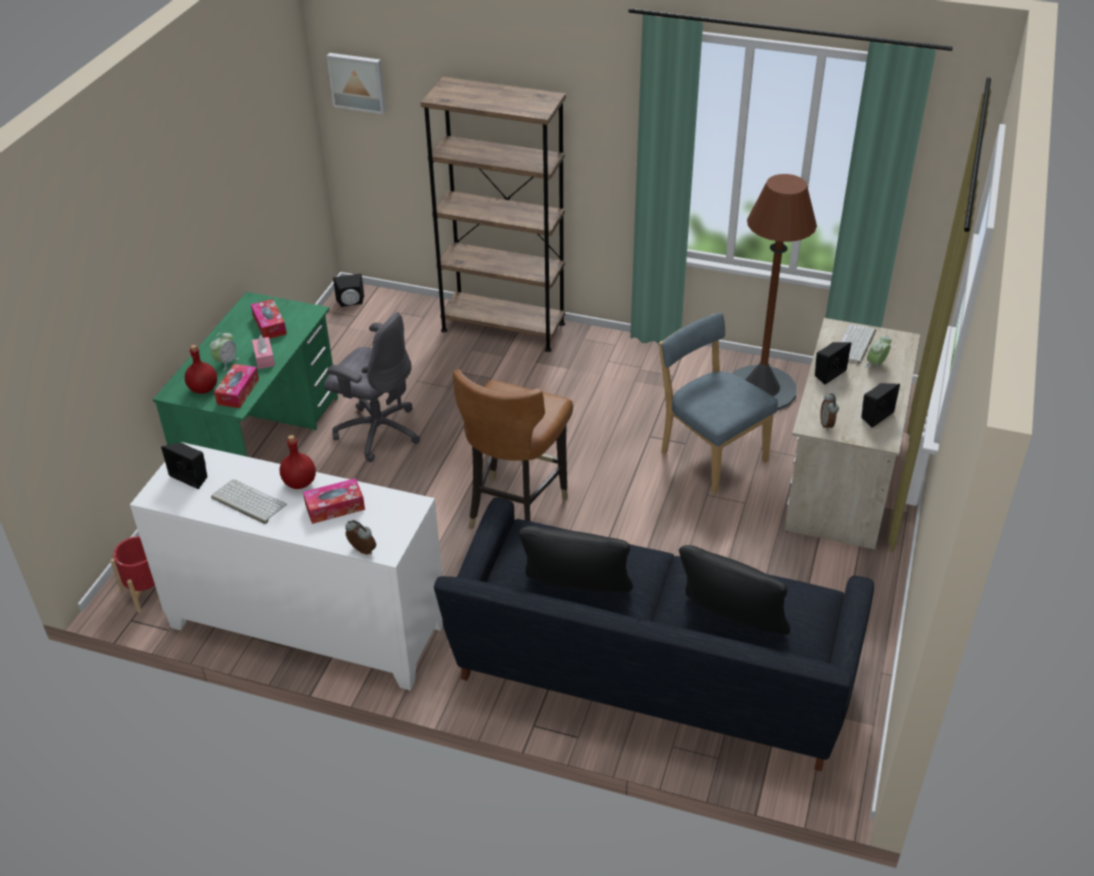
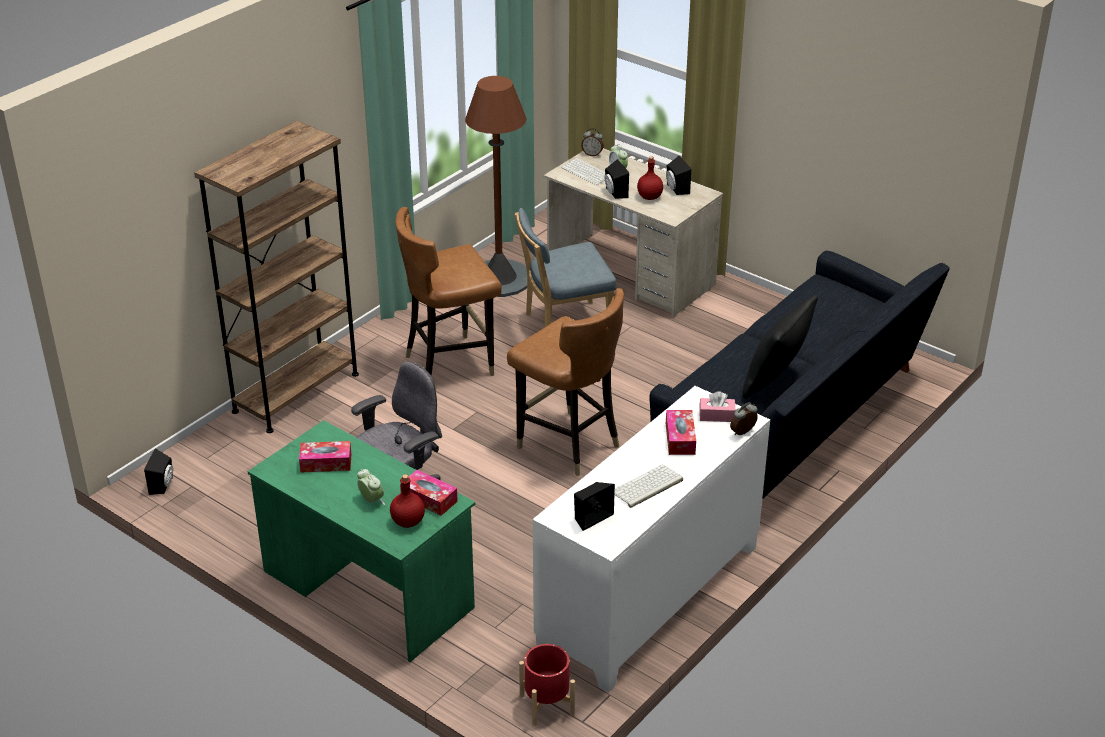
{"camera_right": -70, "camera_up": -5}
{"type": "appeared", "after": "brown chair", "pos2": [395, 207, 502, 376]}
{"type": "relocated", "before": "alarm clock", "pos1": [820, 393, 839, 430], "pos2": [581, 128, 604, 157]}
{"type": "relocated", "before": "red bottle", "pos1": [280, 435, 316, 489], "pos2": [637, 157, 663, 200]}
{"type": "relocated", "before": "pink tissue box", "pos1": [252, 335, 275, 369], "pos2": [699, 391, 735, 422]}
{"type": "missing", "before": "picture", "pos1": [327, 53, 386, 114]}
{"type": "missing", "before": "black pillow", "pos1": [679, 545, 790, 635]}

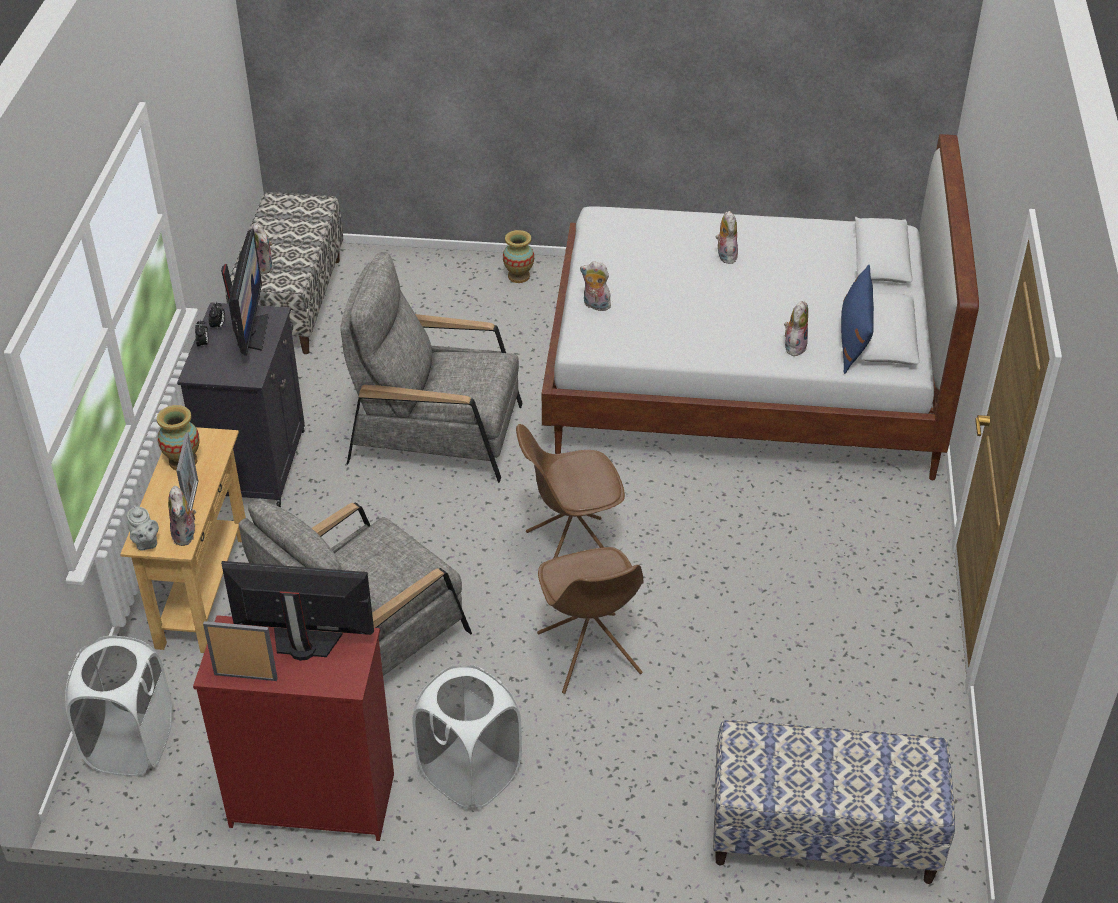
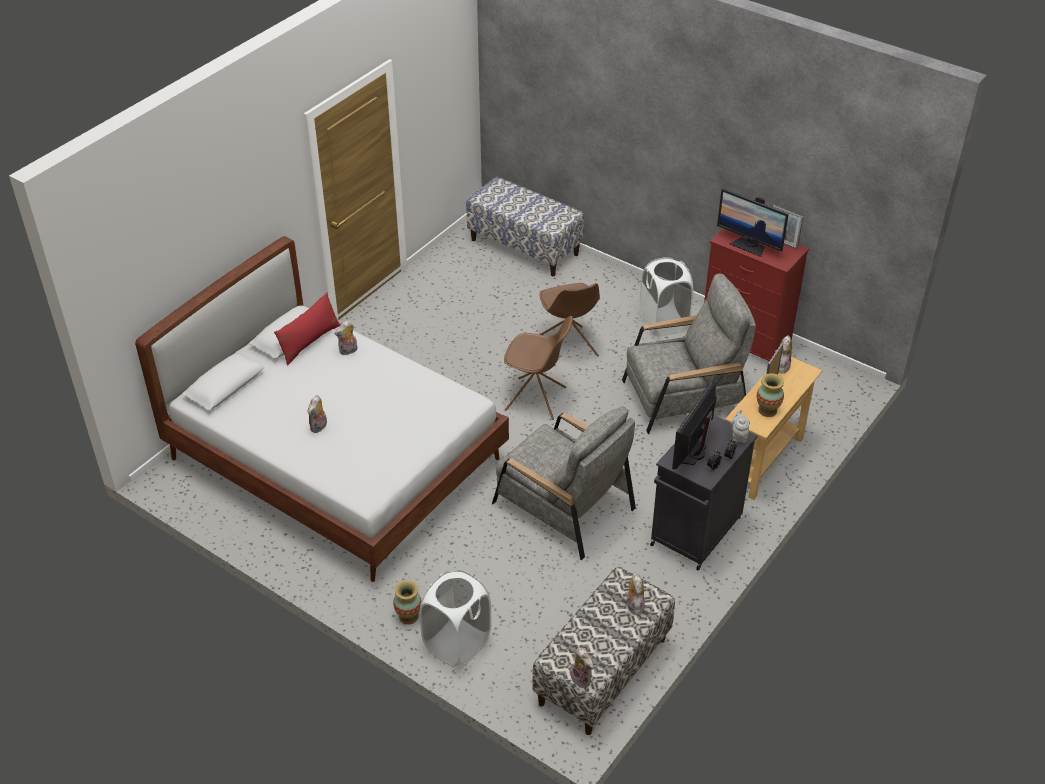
{"camera_right": -150, "camera_up": 0}
{"type": "colour", "before": "blue pillow", "after": "red pillow", "pos1": [841, 265, 874, 374], "pos2": [274, 292, 341, 366]}
{"type": "relocated", "before": "white laundry basket", "pos1": [65, 636, 172, 776], "pos2": [420, 570, 492, 667]}
{"type": "spun", "before": "brown chair", "pos1": [537, 547, 644, 694], "pos2": [539, 283, 600, 366], "turn": 150}
{"type": "relocated", "before": "plush toy", "pos1": [580, 261, 611, 311], "pos2": [571, 647, 594, 688]}
{"type": "relocated", "before": "grey teapot", "pos1": [127, 505, 159, 551], "pos2": [730, 409, 750, 443]}

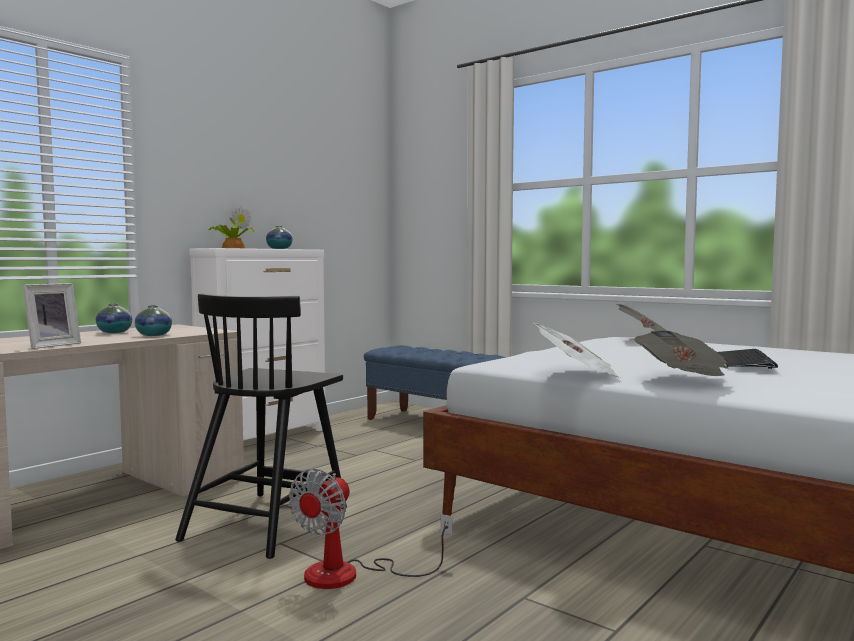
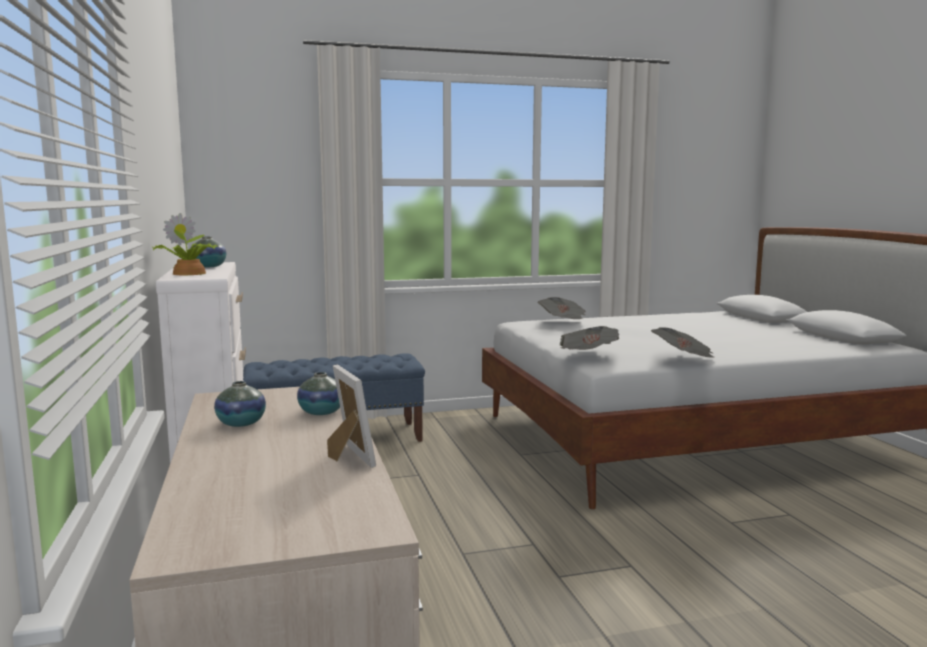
{"camera_right": -55, "camera_up": 5}
{"type": "relocated", "before": "newspaper", "pos1": [634, 330, 728, 376], "pos2": [560, 326, 619, 350]}
{"type": "missing", "before": "black chair", "pos1": [175, 294, 347, 559]}
{"type": "missing", "before": "fan", "pos1": [289, 468, 453, 589]}
{"type": "missing", "before": "keyboard", "pos1": [717, 349, 778, 369]}

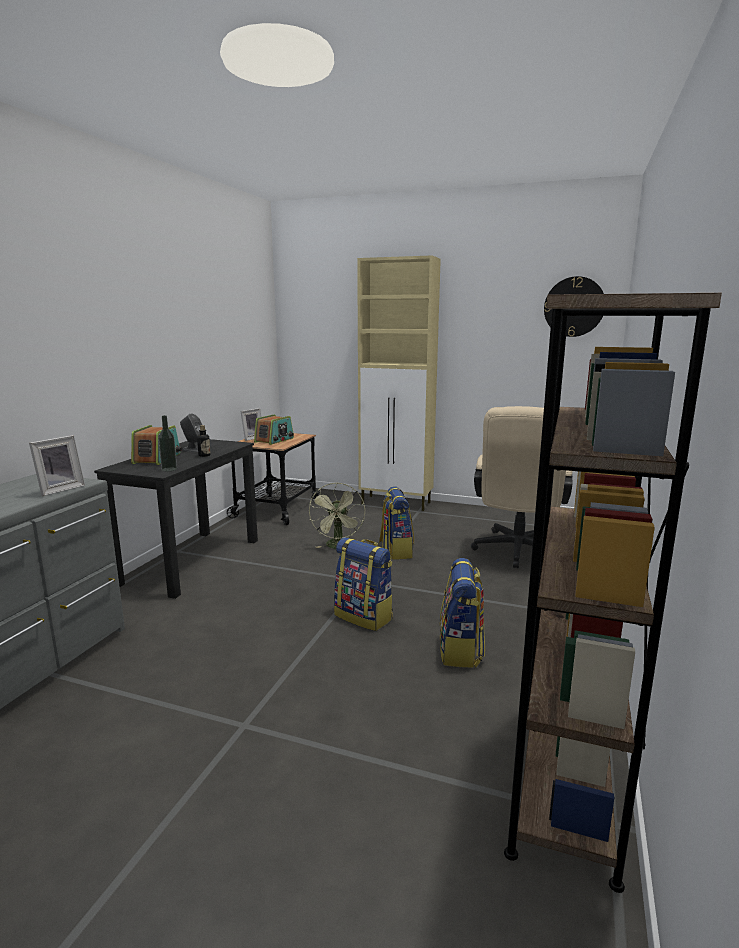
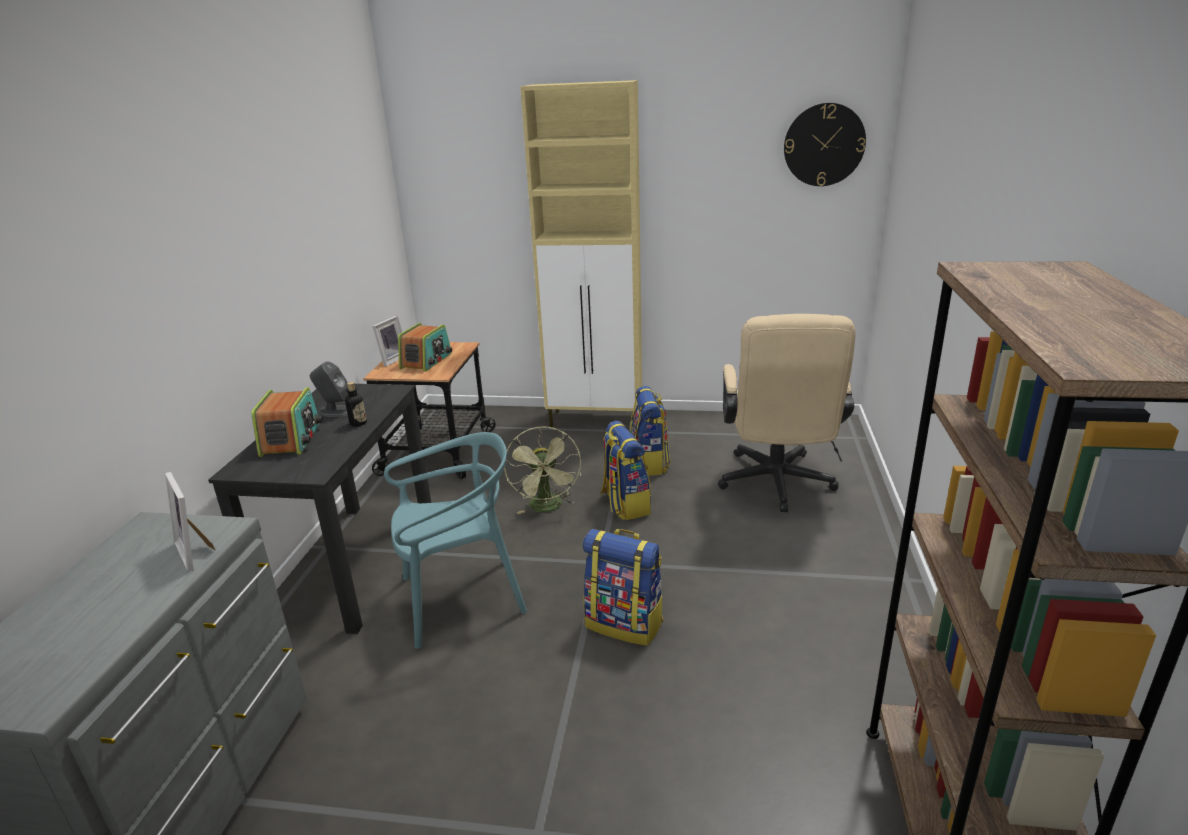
{"camera_right": -10, "camera_up": 10}
{"type": "spun", "before": "picture frame", "pos1": [29, 435, 85, 496], "pos2": [165, 472, 215, 571], "turn": 120}
{"type": "appeared", "after": "turquoise chair", "pos2": [384, 432, 527, 649]}
{"type": "relocated", "before": "backpack", "pos1": [440, 558, 485, 668], "pos2": [630, 386, 670, 476]}
{"type": "missing", "before": "bottle", "pos1": [158, 415, 177, 471]}

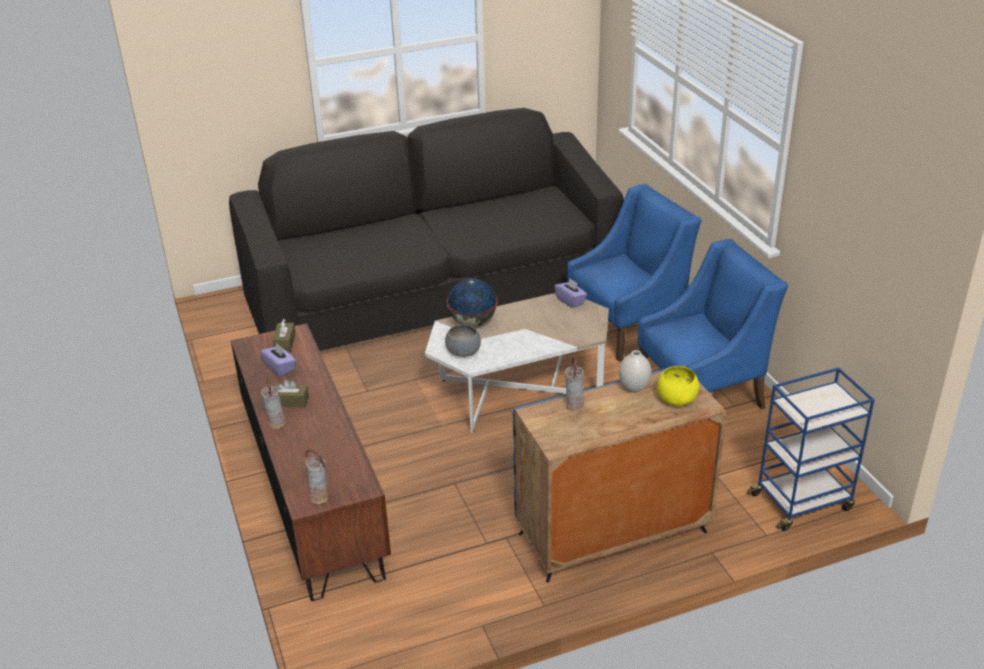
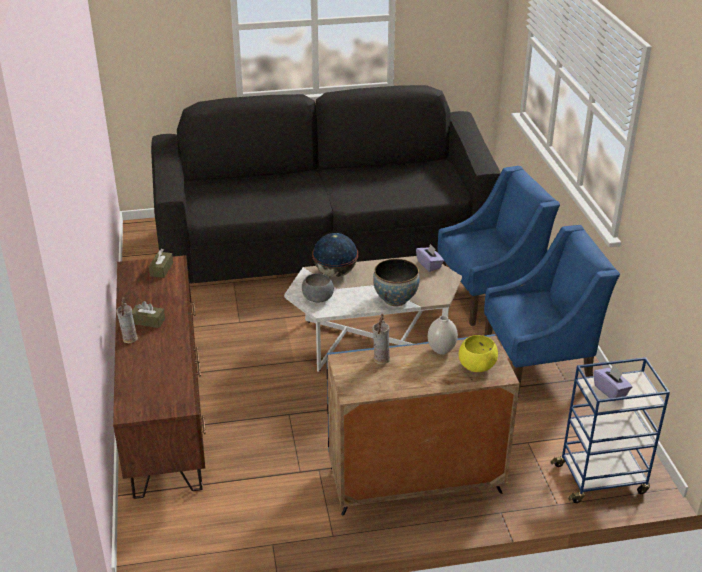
{"camera_right": 10, "camera_up": 0}
{"type": "appeared", "after": "bowl", "pos2": [373, 259, 420, 306]}
{"type": "relocated", "before": "purple tissue box", "pos1": [260, 342, 296, 377], "pos2": [594, 365, 632, 398]}
{"type": "missing", "before": "vase", "pos1": [305, 449, 329, 504]}

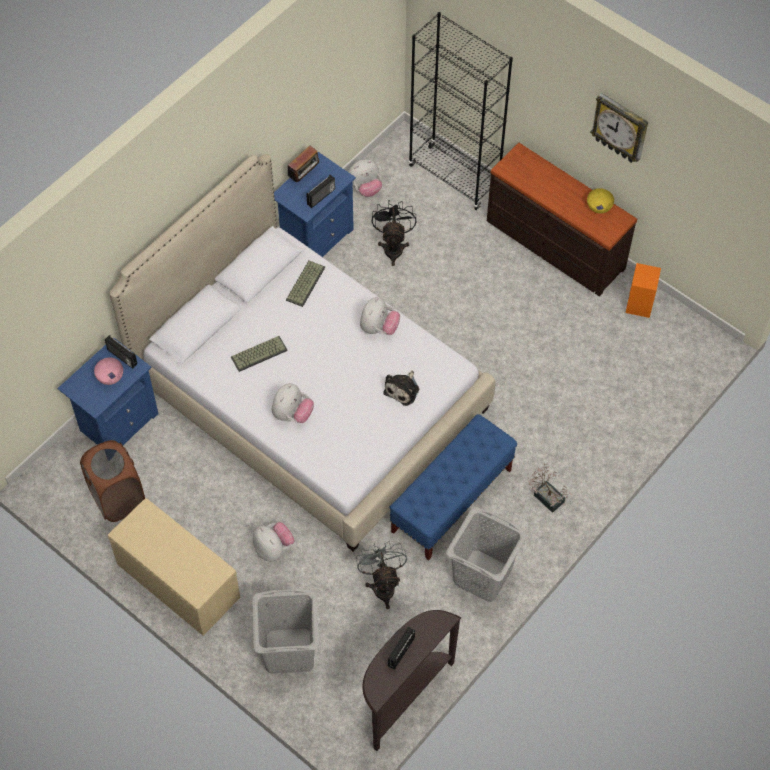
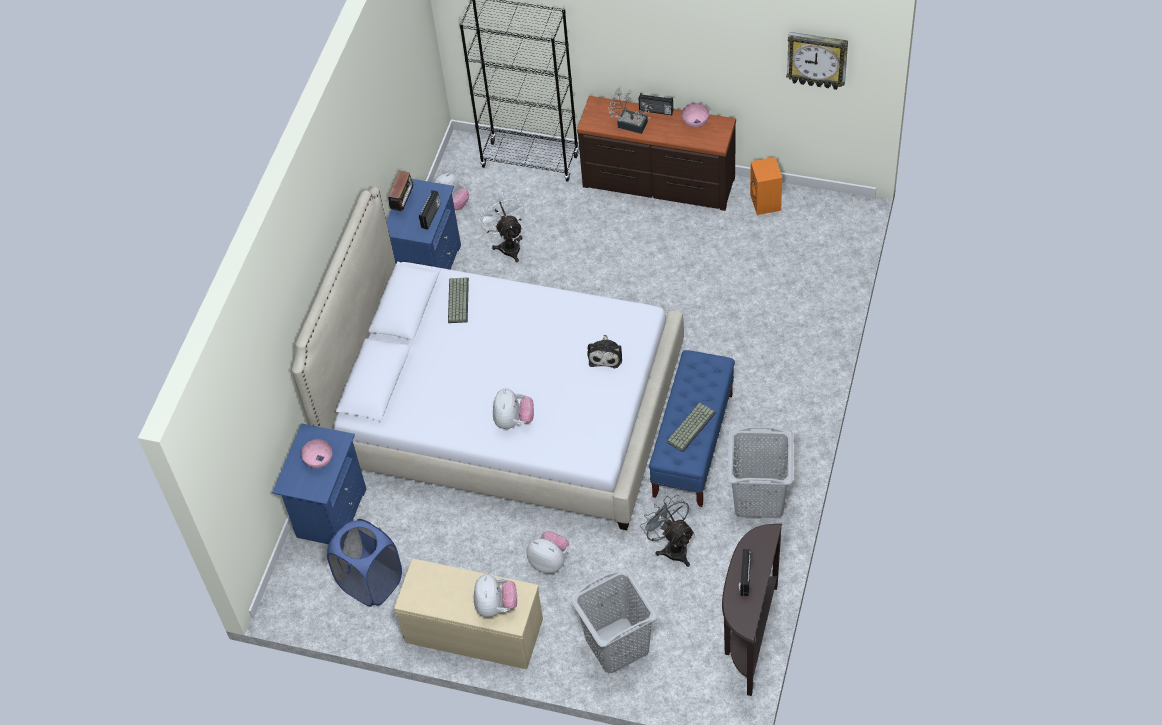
{"camera_right": -20, "camera_up": -5}
{"type": "colour", "before": "brown laundry basket", "after": "blue laundry basket", "pos1": [80, 440, 145, 522], "pos2": [327, 519, 402, 607]}
{"type": "relocated", "before": "plush toy", "pos1": [360, 297, 400, 335], "pos2": [474, 574, 517, 617]}
{"type": "colour", "before": "black fan", "after": "white fan", "pos1": [372, 200, 416, 266], "pos2": [478, 193, 525, 262]}
{"type": "relocated", "before": "potted plant", "pos1": [528, 463, 572, 513], "pos2": [608, 89, 653, 134]}
{"type": "relocated", "before": "radio", "pos1": [105, 335, 137, 369], "pos2": [639, 93, 673, 115]}
{"type": "relocated", "before": "keyboard", "pos1": [231, 336, 288, 372], "pos2": [666, 402, 716, 452]}
{"type": "colour", "before": "yellow bowl", "after": "pink bowl", "pos1": [587, 188, 614, 213], "pos2": [682, 103, 709, 128]}
{"type": "relocated", "before": "wall clock", "pos1": [590, 93, 648, 163], "pos2": [786, 32, 848, 90]}

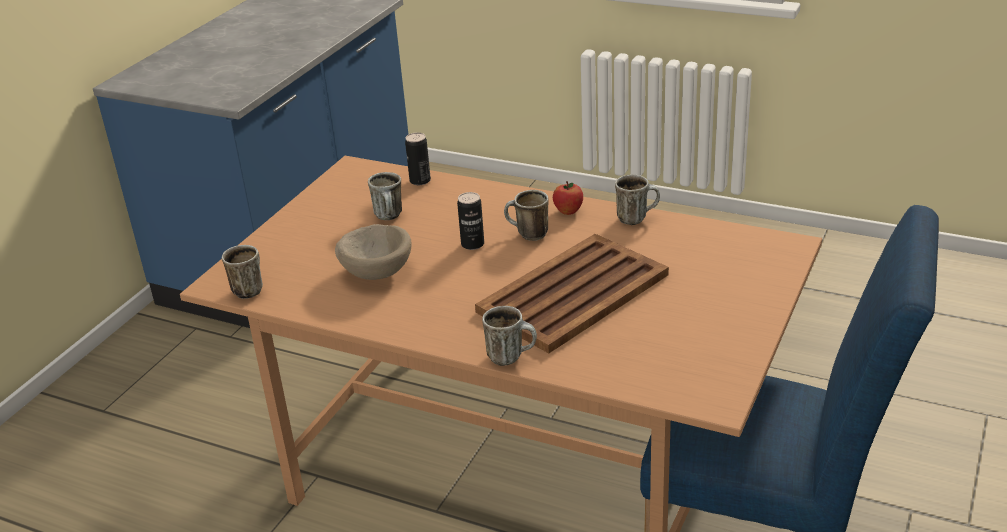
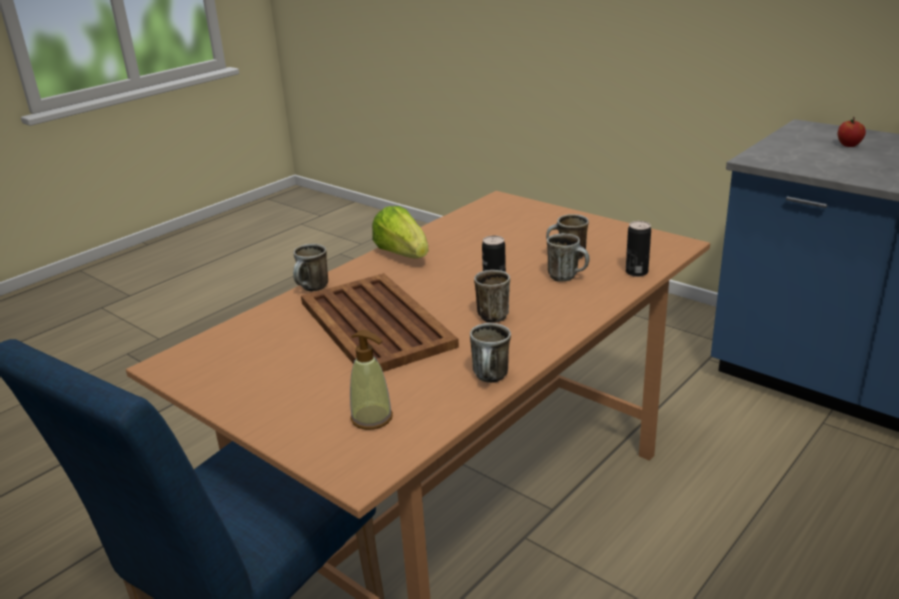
{"camera_right": 105, "camera_up": -5}
{"type": "appeared", "after": "soap dispenser", "pos2": [350, 330, 393, 430]}
{"type": "appeared", "after": "lettuce", "pos2": [372, 206, 429, 258]}
{"type": "relocated", "before": "mug", "pos1": [222, 245, 263, 299], "pos2": [547, 233, 590, 282]}
{"type": "relocated", "before": "apple", "pos1": [553, 181, 583, 215], "pos2": [838, 117, 866, 147]}
{"type": "missing", "before": "beige bowl", "pos1": [335, 224, 412, 280]}

